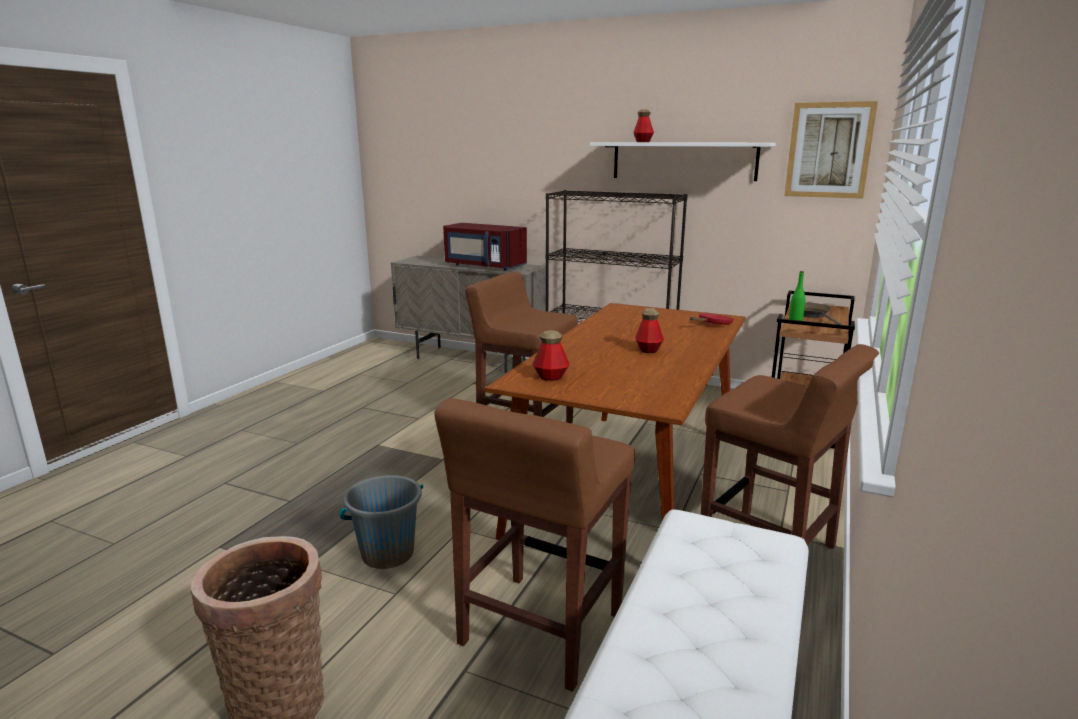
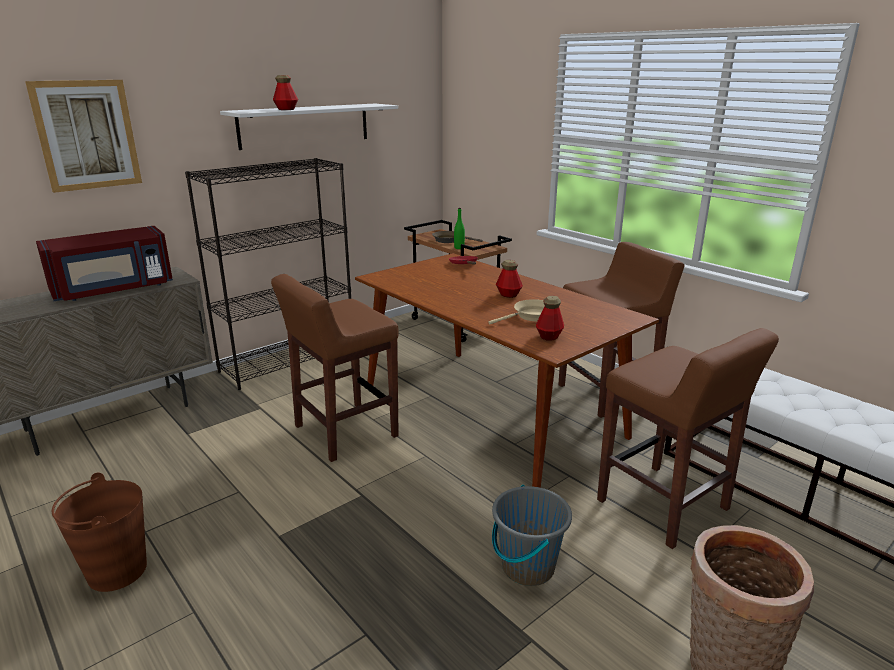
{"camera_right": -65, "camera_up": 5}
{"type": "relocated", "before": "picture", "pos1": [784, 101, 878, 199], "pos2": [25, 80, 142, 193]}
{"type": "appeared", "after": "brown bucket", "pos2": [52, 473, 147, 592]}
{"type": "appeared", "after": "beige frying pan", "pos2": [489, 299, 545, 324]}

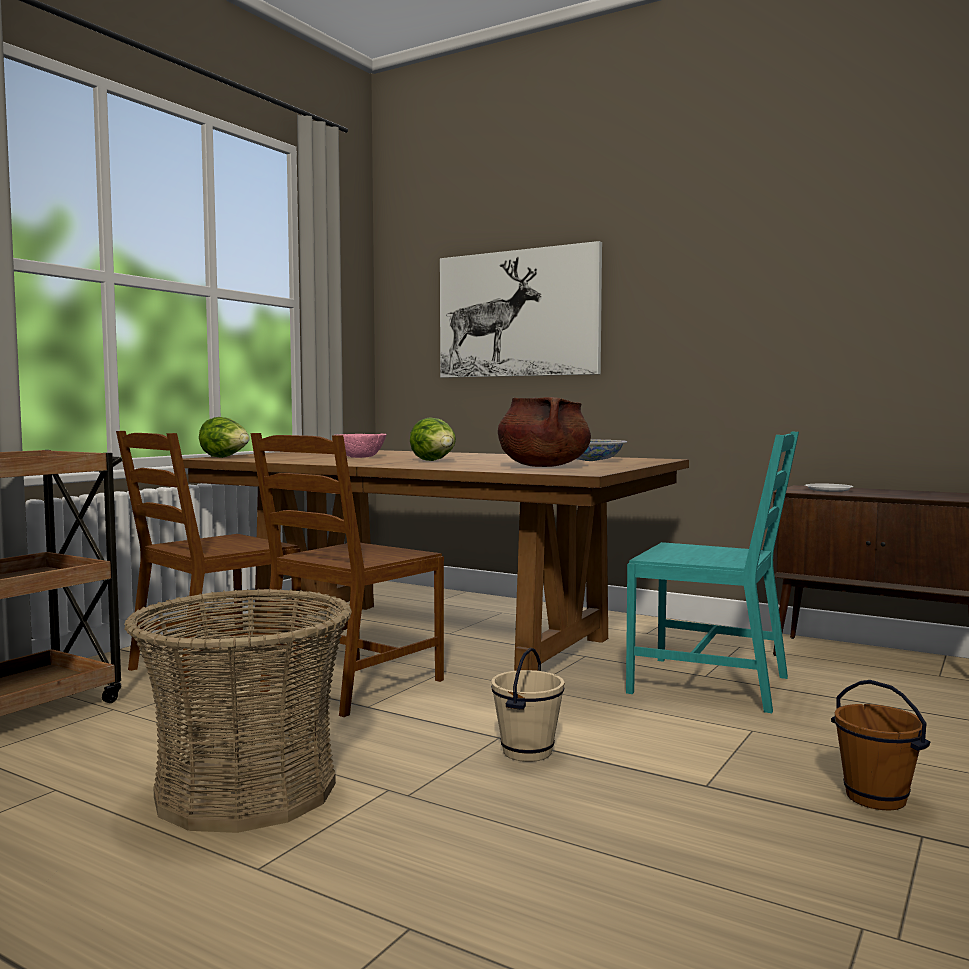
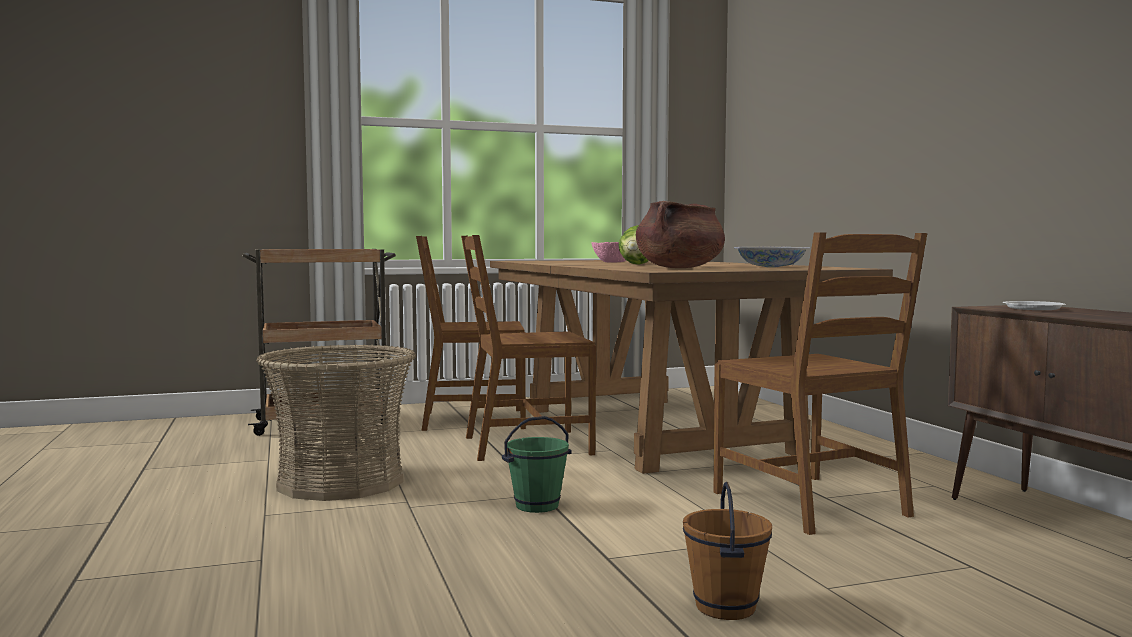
{"camera_right": 40, "camera_up": 0}
{"type": "colour", "before": "beige bucket", "after": "green bucket", "pos1": [491, 647, 565, 762], "pos2": [502, 416, 572, 513]}
{"type": "colour", "before": "turquoise chair", "after": "brown chair", "pos1": [626, 432, 799, 713], "pos2": [713, 232, 927, 535]}
{"type": "missing", "before": "lettuce", "pos1": [199, 417, 250, 458]}
{"type": "missing", "before": "picture", "pos1": [440, 241, 602, 378]}

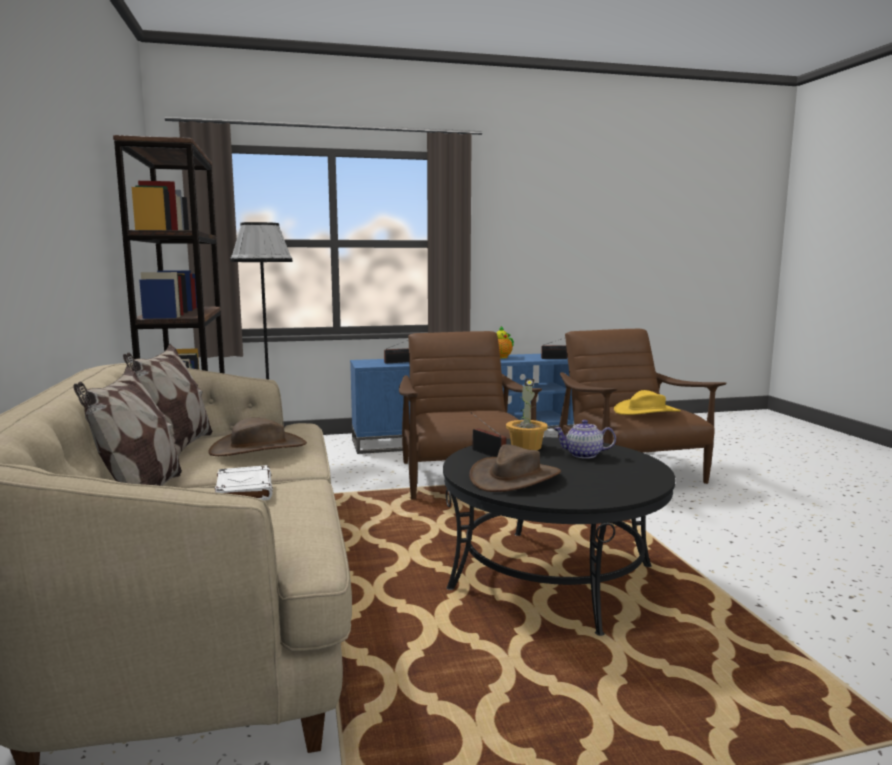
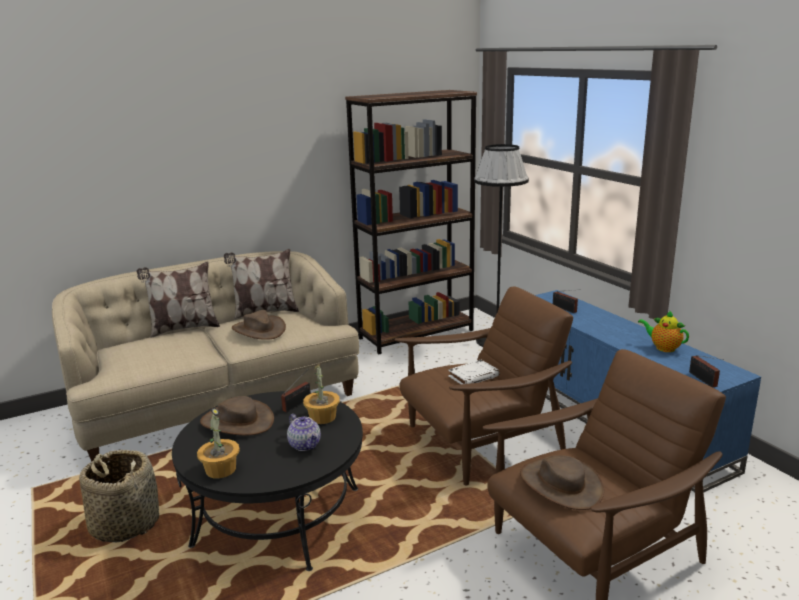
{"camera_right": 75, "camera_up": 10}
{"type": "appeared", "after": "basket", "pos2": [79, 450, 160, 542]}
{"type": "appeared", "after": "potted plant", "pos2": [197, 407, 240, 479]}
{"type": "spun", "before": "teapot", "pos1": [554, 420, 616, 459], "pos2": [287, 414, 321, 451], "turn": 150}
{"type": "relocated", "before": "white book", "pos1": [215, 465, 273, 500], "pos2": [448, 360, 500, 385]}
{"type": "colour", "before": "yellow hat", "after": "brown hat", "pos1": [614, 390, 681, 415], "pos2": [520, 455, 604, 510]}

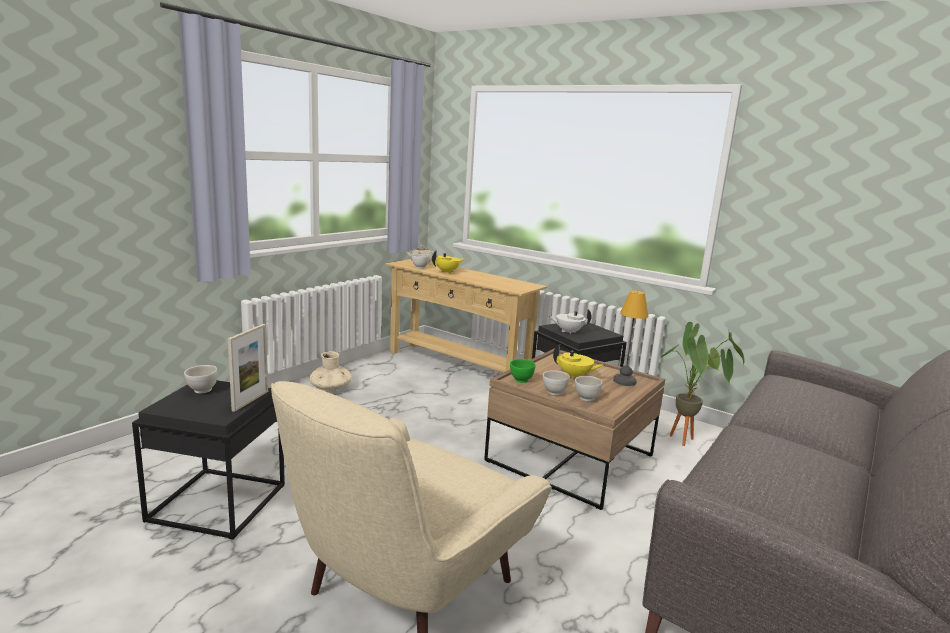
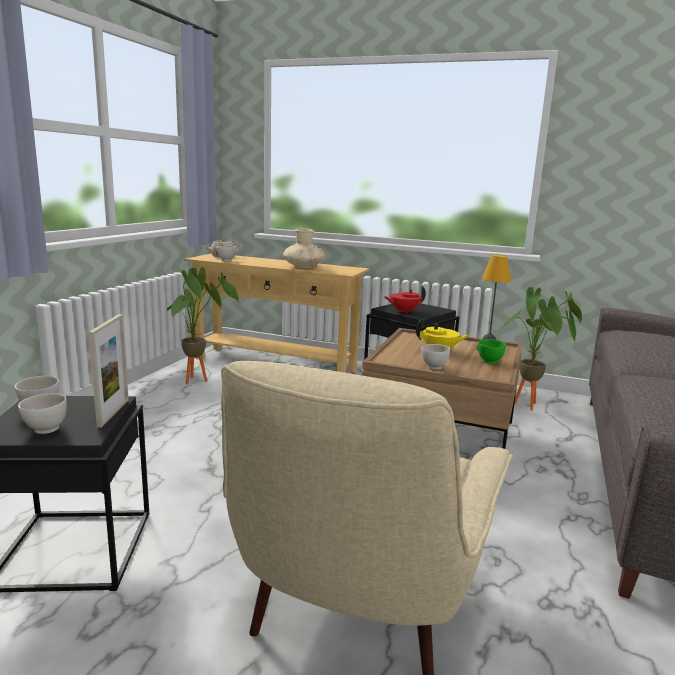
{"camera_right": -15, "camera_up": 0}
{"type": "relocated", "before": "white bowl", "pos1": [575, 376, 602, 401], "pos2": [18, 393, 67, 434]}
{"type": "appeared", "after": "potted plant", "pos2": [167, 267, 239, 384]}
{"type": "relocated", "before": "beige vase", "pos1": [309, 351, 352, 392], "pos2": [283, 228, 325, 268]}
{"type": "colour", "before": "white teapot", "after": "red teapot", "pos1": [548, 308, 592, 334], "pos2": [384, 285, 426, 313]}
{"type": "relocated", "before": "green bowl", "pos1": [510, 359, 535, 383], "pos2": [478, 339, 506, 364]}
{"type": "missing", "before": "yellow teapot", "pos1": [432, 250, 465, 274]}

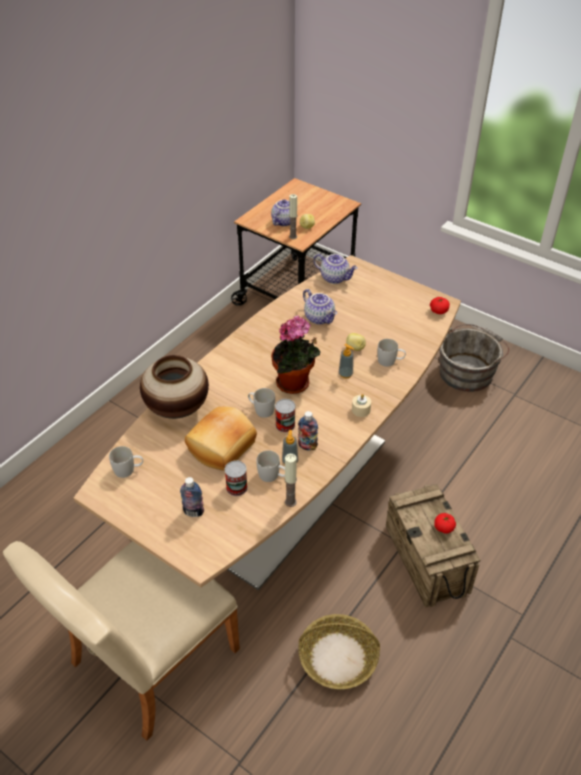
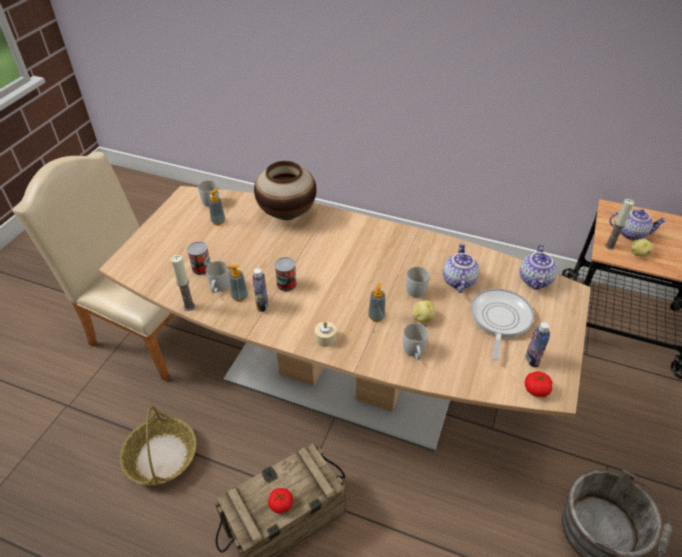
{"camera_right": 75, "camera_up": 0}
{"type": "appeared", "after": "soap dispenser", "pos2": [208, 188, 225, 225]}
{"type": "relocated", "before": "white mug", "pos1": [248, 388, 275, 418], "pos2": [406, 266, 429, 297]}
{"type": "spun", "before": "teapot", "pos1": [303, 289, 337, 325], "pos2": [443, 243, 479, 293], "turn": 150}
{"type": "appeared", "after": "frying pan", "pos2": [471, 288, 534, 360]}
{"type": "relocated", "before": "bottle", "pos1": [180, 477, 204, 517], "pos2": [525, 322, 550, 367]}
{"type": "missing", "before": "bread", "pos1": [185, 407, 257, 471]}
{"type": "missing", "before": "potted plant", "pos1": [271, 315, 320, 394]}

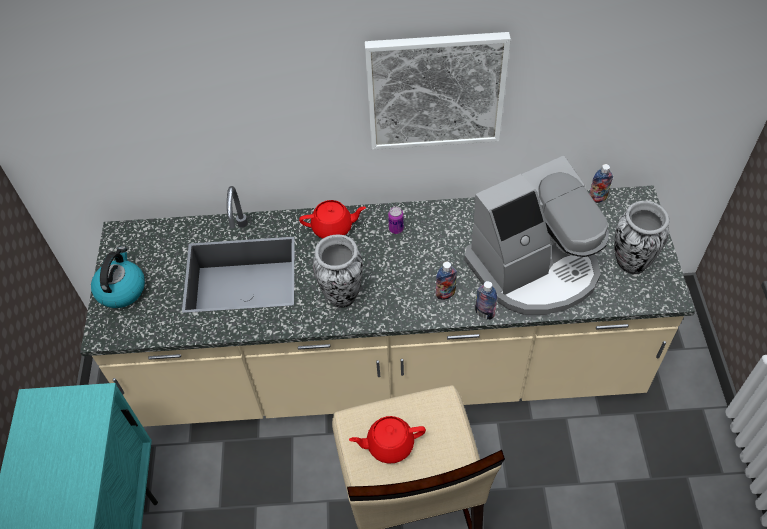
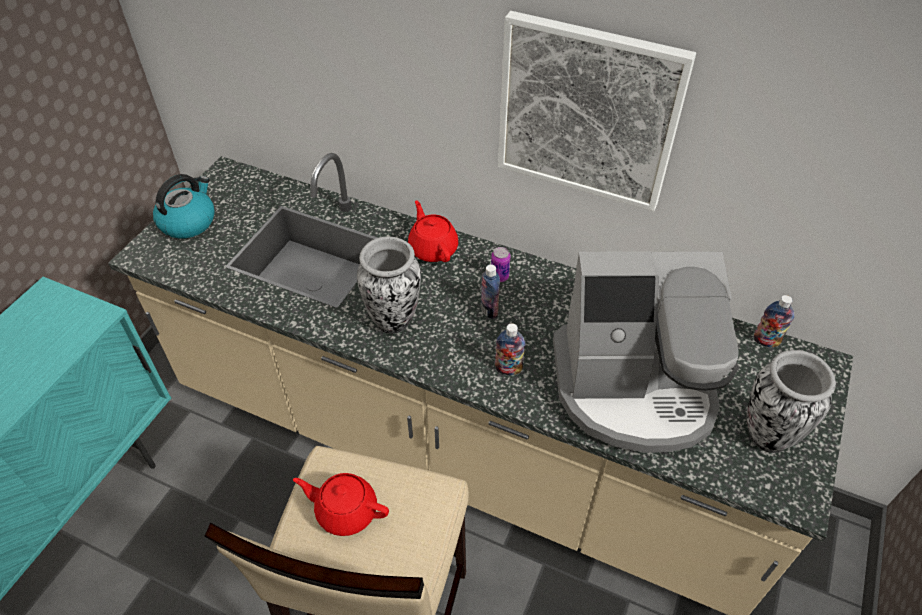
{"camera_right": 25, "camera_up": -5}
{"type": "spun", "before": "red teapot", "pos1": [299, 200, 366, 239], "pos2": [408, 200, 458, 262], "turn": -135}
{"type": "relocated", "before": "bottle", "pos1": [475, 281, 497, 320], "pos2": [481, 264, 500, 319]}

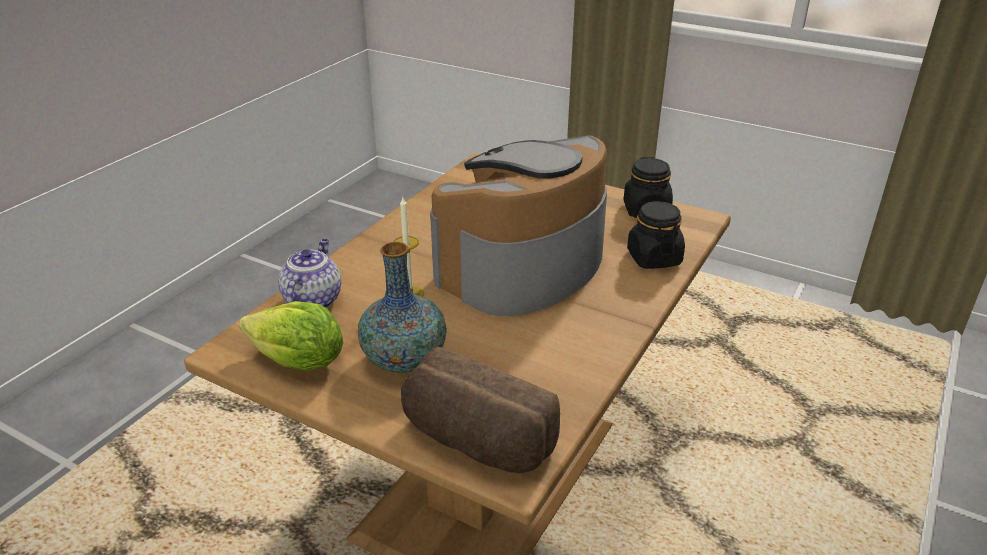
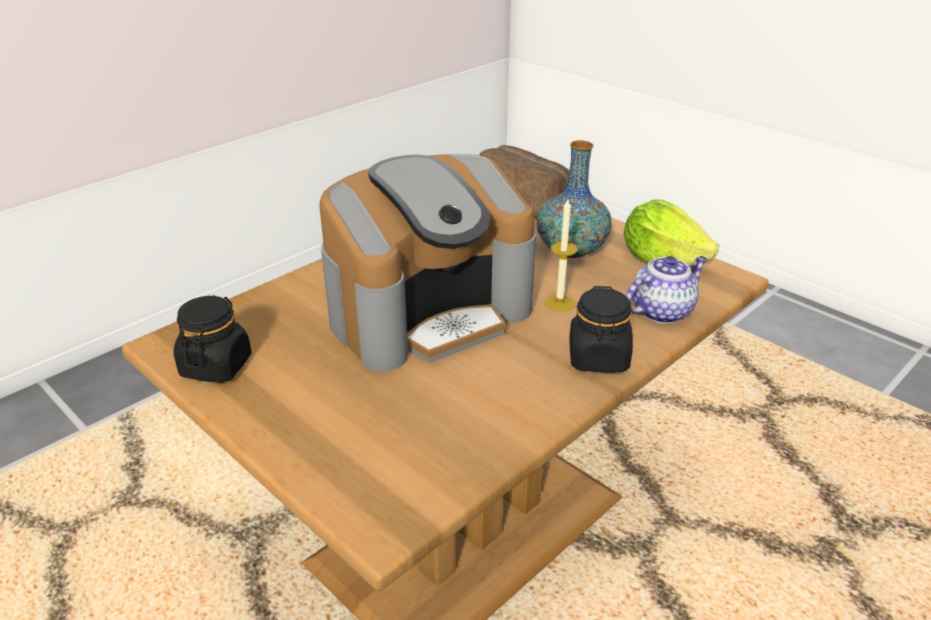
{"camera_right": -165, "camera_up": 0}
{"type": "relocated", "before": "black jar", "pos1": [627, 201, 685, 269], "pos2": [569, 286, 633, 373]}
{"type": "spun", "before": "teapot", "pos1": [278, 239, 341, 308], "pos2": [626, 256, 707, 324], "turn": -150}

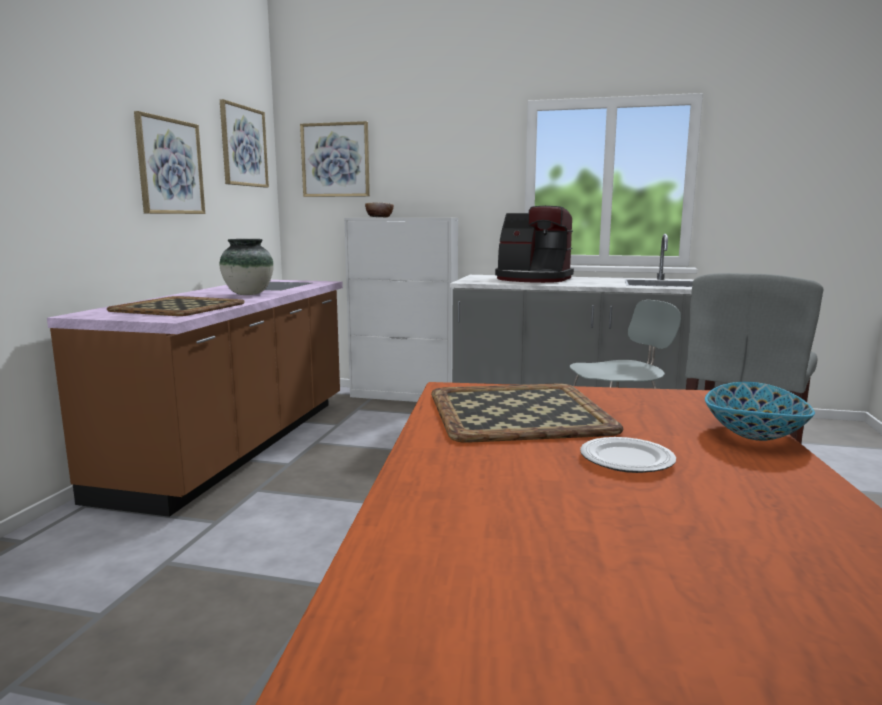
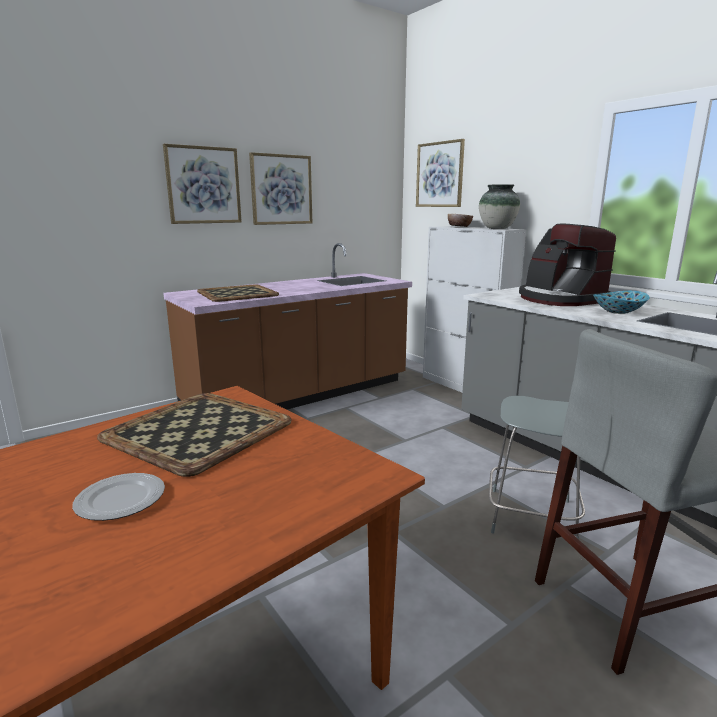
{"camera_right": 40, "camera_up": 5}
{"type": "relocated", "before": "picture", "pos1": [220, 99, 269, 188], "pos2": [163, 144, 242, 224]}
{"type": "relocated", "before": "vase", "pos1": [220, 239, 274, 295], "pos2": [479, 184, 520, 229]}
{"type": "relocated", "before": "bowl", "pos1": [705, 382, 815, 441], "pos2": [593, 291, 650, 314]}

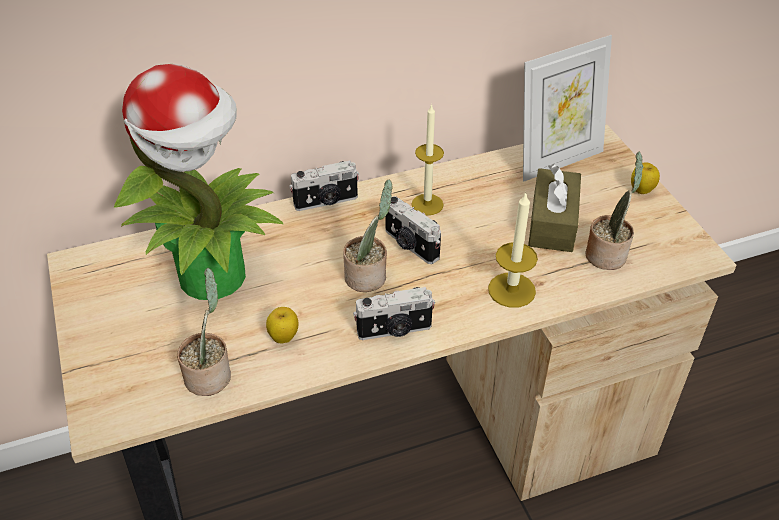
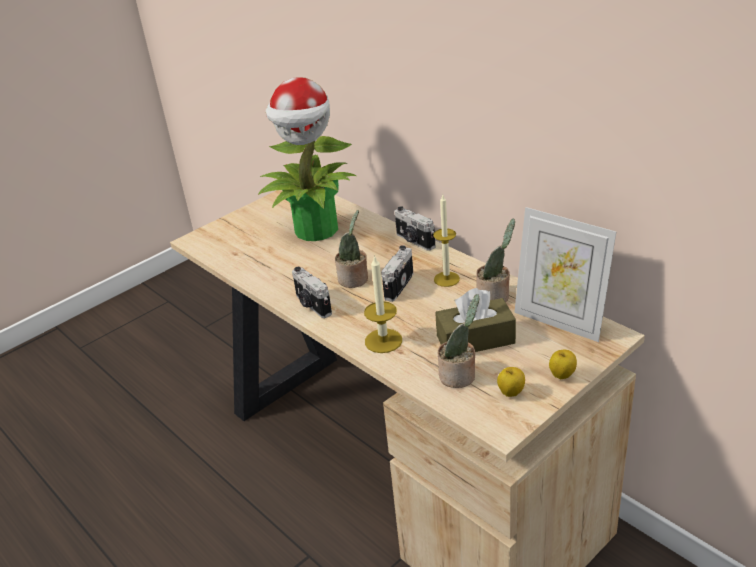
{"camera_right": 70, "camera_up": -10}
{"type": "relocated", "before": "potted plant", "pos1": [177, 268, 231, 396], "pos2": [476, 219, 515, 302]}
{"type": "relocated", "before": "apple", "pos1": [266, 307, 298, 343], "pos2": [497, 367, 525, 397]}

